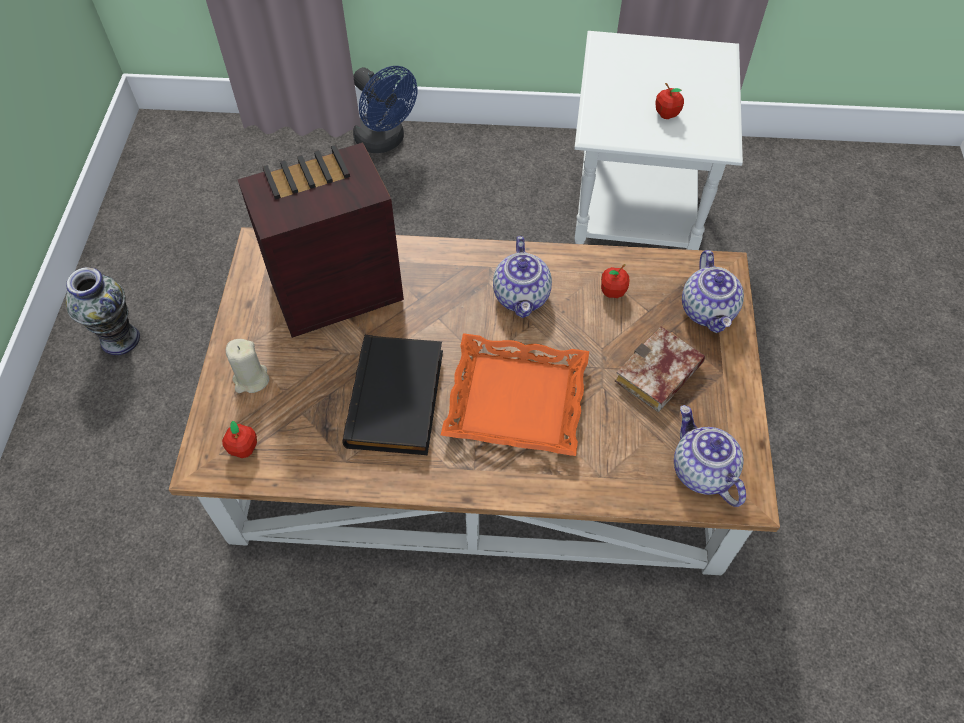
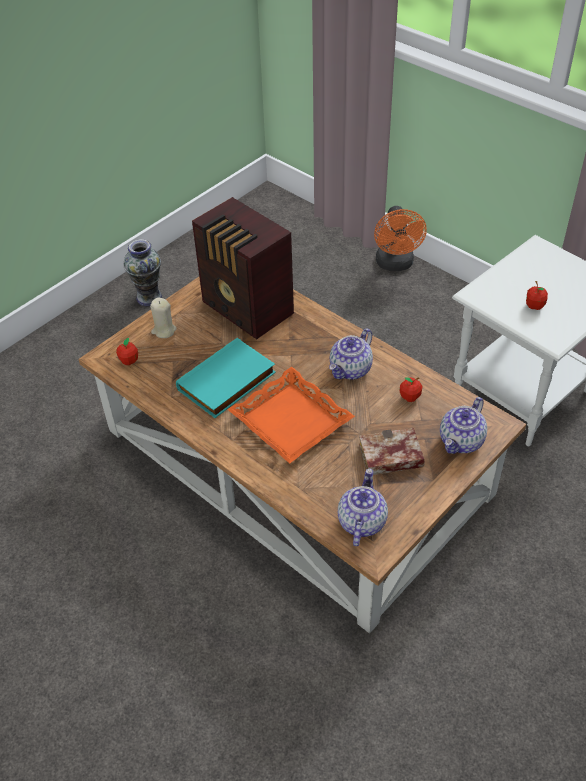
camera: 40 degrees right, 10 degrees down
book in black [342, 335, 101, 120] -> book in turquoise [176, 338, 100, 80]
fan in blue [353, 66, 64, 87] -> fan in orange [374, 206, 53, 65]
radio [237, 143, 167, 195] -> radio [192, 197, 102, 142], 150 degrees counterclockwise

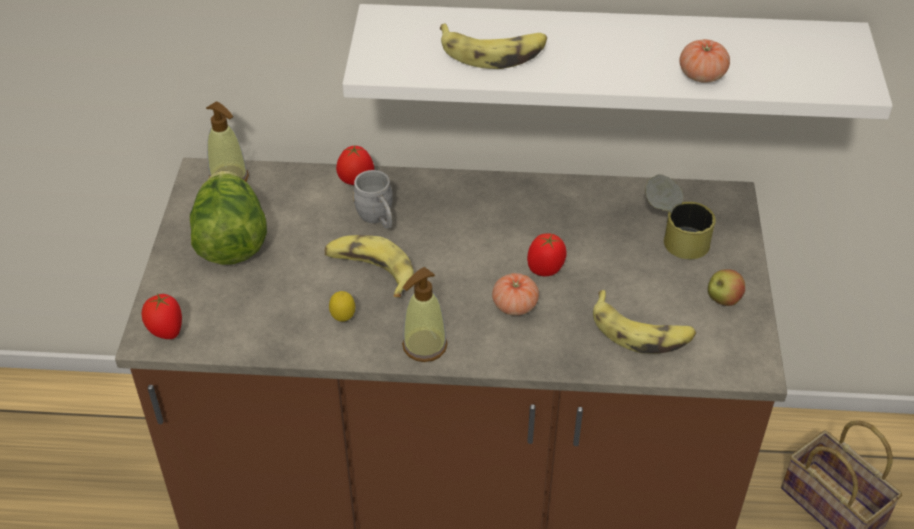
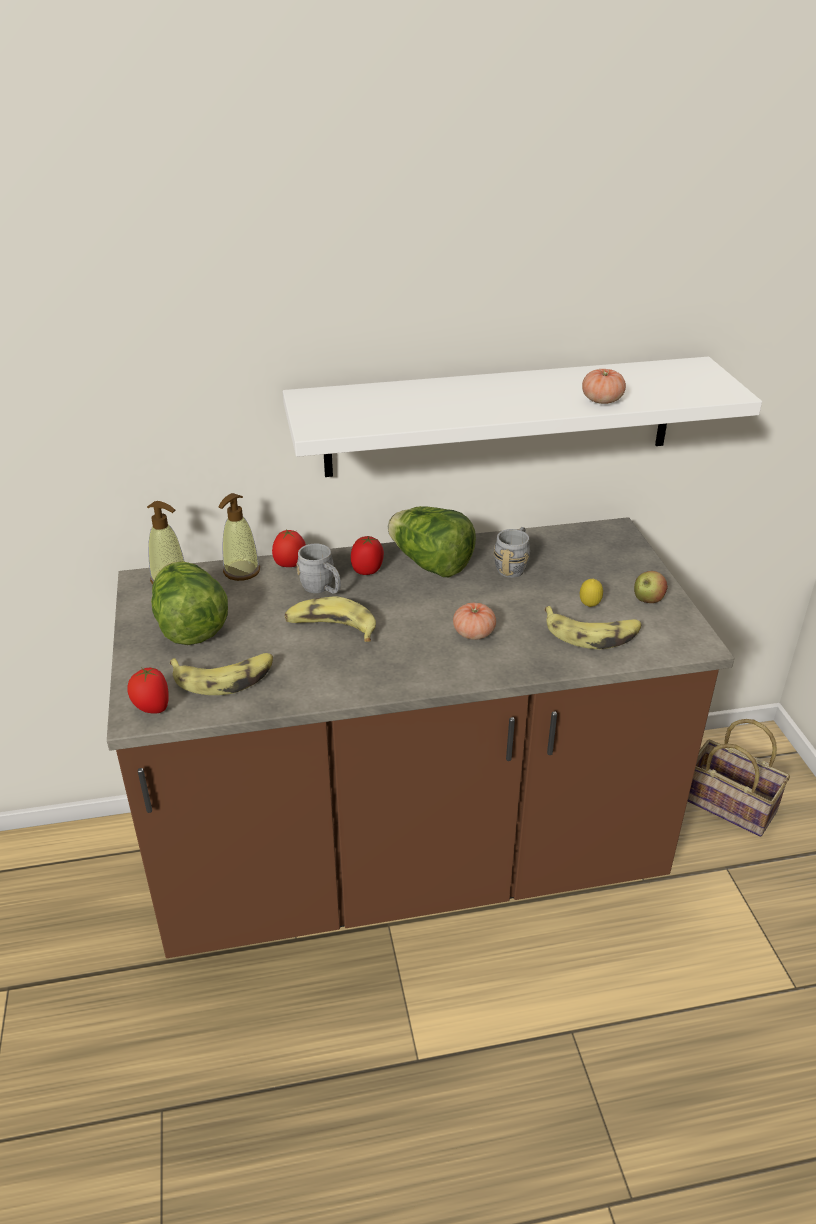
camera: 15 degrees left, 10 degrees down
can [645, 175, 71, 84] -> none
none -> lettuce [388, 506, 88, 71]
none -> mug in grey [494, 527, 36, 51]
lemon [329, 291, 26, 31] -> lemon [580, 579, 23, 28], relocated
soap dispenser [402, 267, 45, 95] -> soap dispenser [219, 493, 41, 88], relocated
banana [440, 24, 107, 45] -> banana [170, 653, 103, 42], relocated
tomato [527, 233, 40, 43] -> tomato [351, 536, 33, 39], relocated

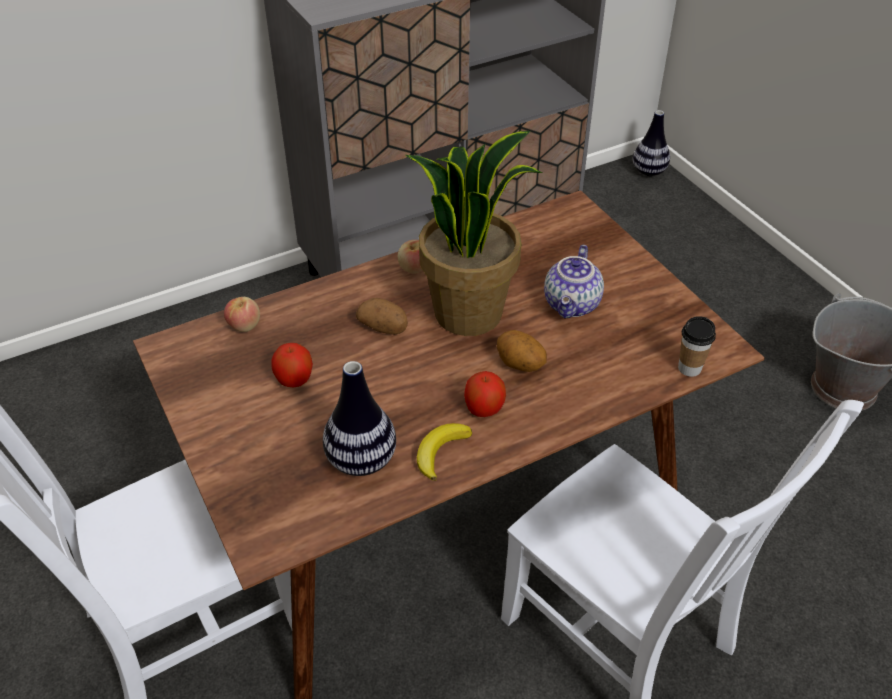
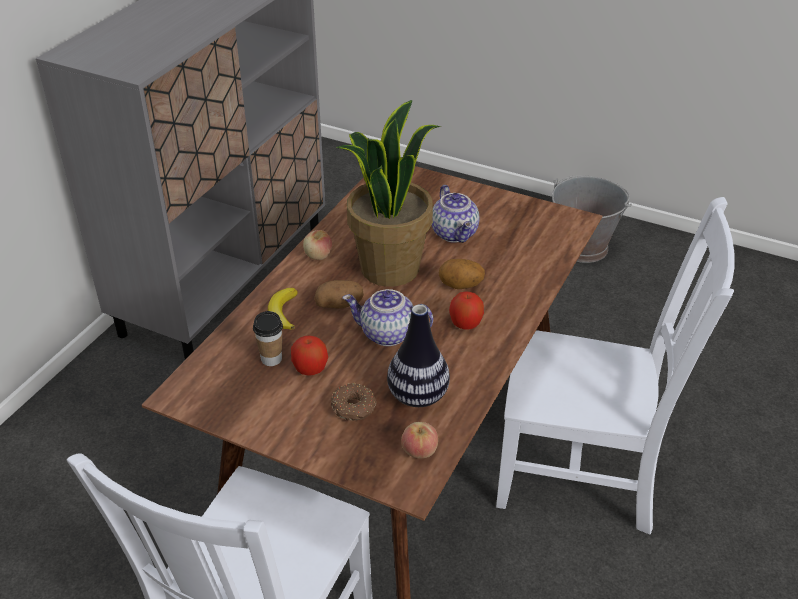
camera: 35 degrees left, 5 degrees down
vase [633, 110, 37, 66] -> none
none -> donut [331, 383, 46, 38]
none -> teapot [342, 289, 91, 57]
apple [224, 297, 36, 35] -> apple [401, 422, 37, 36], relocated
banana [417, 423, 55, 58] -> banana [268, 288, 29, 41], relocated
cup [678, 316, 38, 61] -> cup [253, 311, 30, 55], relocated

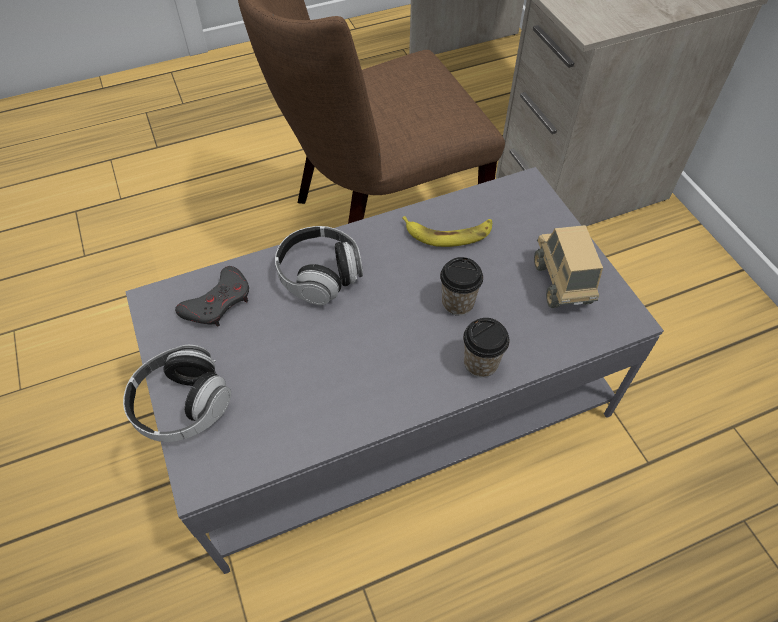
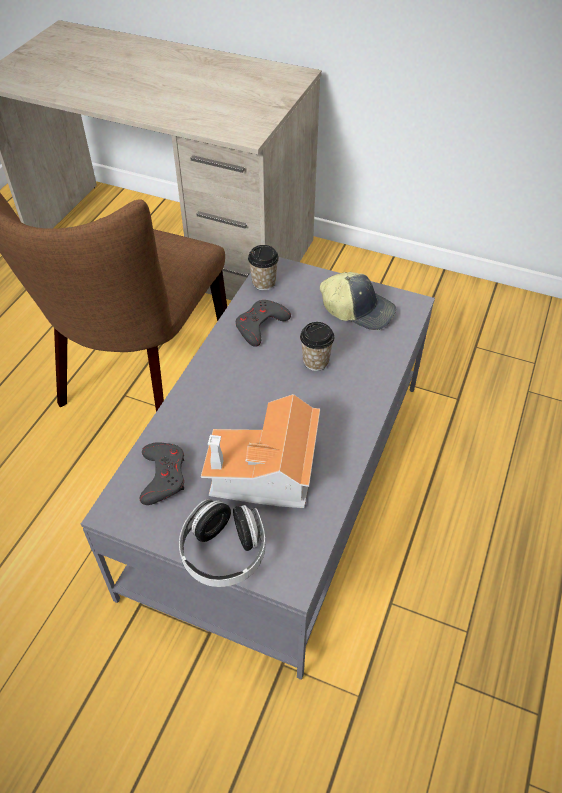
camera: 45 degrees left, 5 degrees down
headphones [275, 226, 88, 79] -> none
none -> toy house [201, 394, 119, 114]
cup [463, 318, 46, 60] -> cup [248, 245, 31, 46], relocated
banana [402, 216, 90, 31] -> game controller in grey [235, 300, 56, 47]
toy truck [534, 225, 69, 83] -> cap [320, 272, 76, 58]

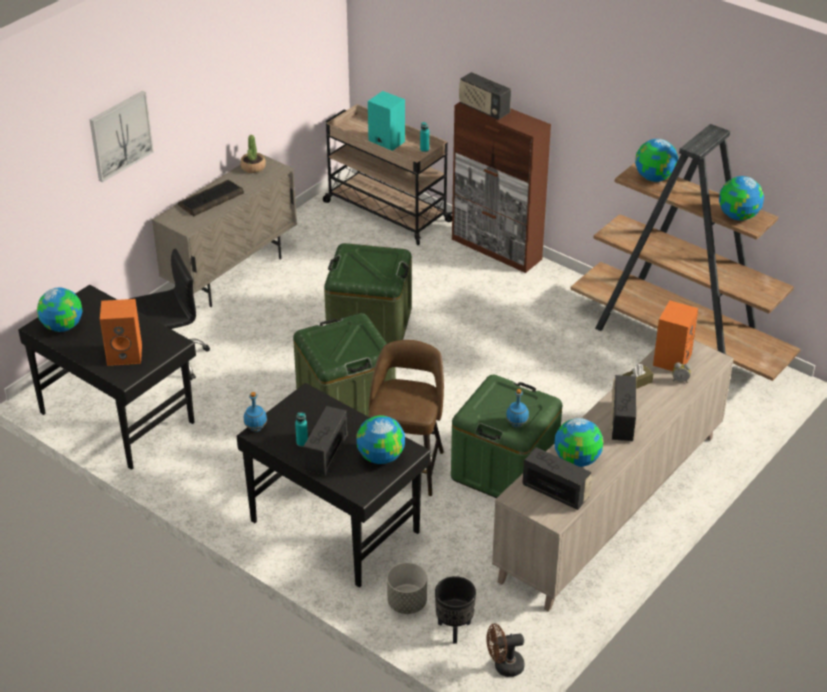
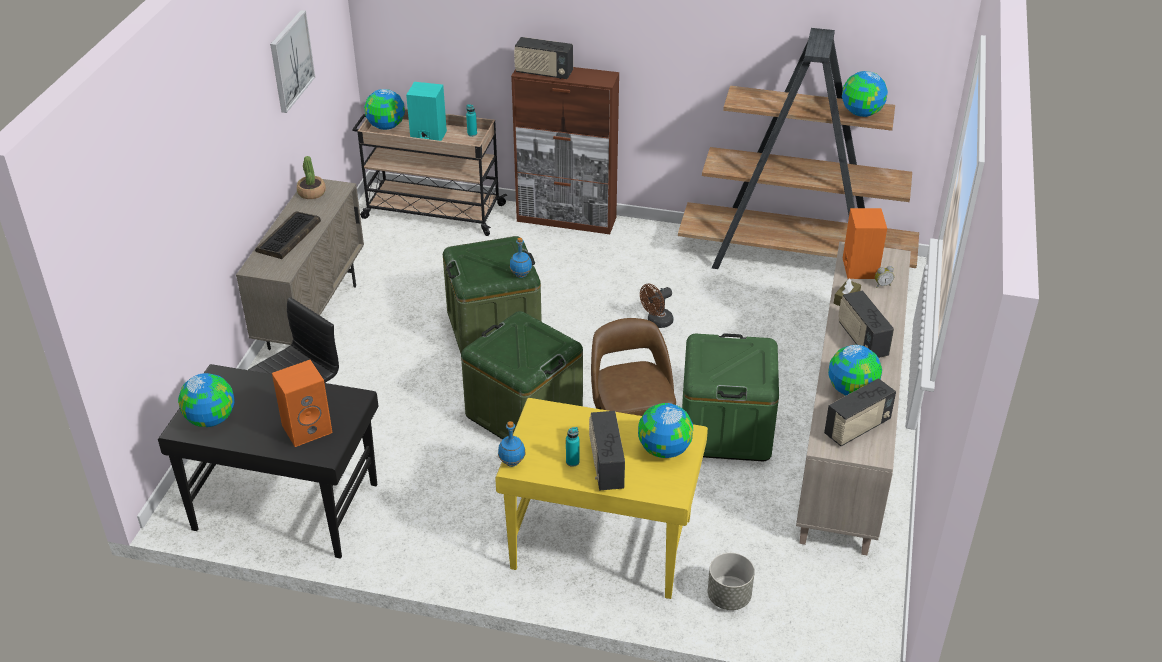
camera: 25 degrees left, 0 degrees up
planter in black [435, 576, 41, 67] -> none
picture [89, 91, 65, 91] -> picture [270, 10, 45, 103], relocated
fan in brown [486, 624, 38, 53] -> fan in brown [640, 284, 34, 44], relocated
bottle in blue [506, 389, 23, 39] -> bottle in blue [510, 238, 22, 40], relocated
globe [635, 139, 43, 43] -> globe [364, 89, 41, 41], relocated
desk in black [237, 383, 194, 205] -> desk in yellow [495, 398, 213, 201]
radio [523, 447, 69, 63] -> radio [824, 378, 72, 68], 135 degrees clockwise

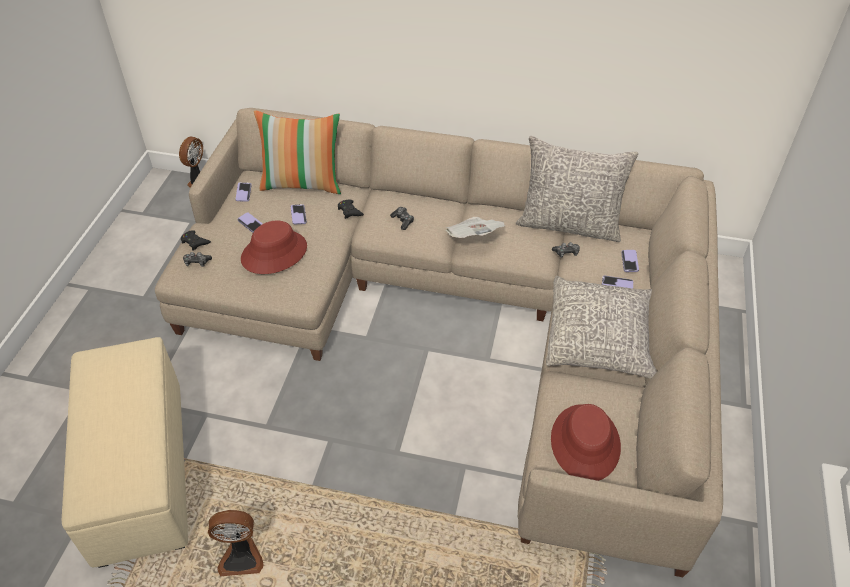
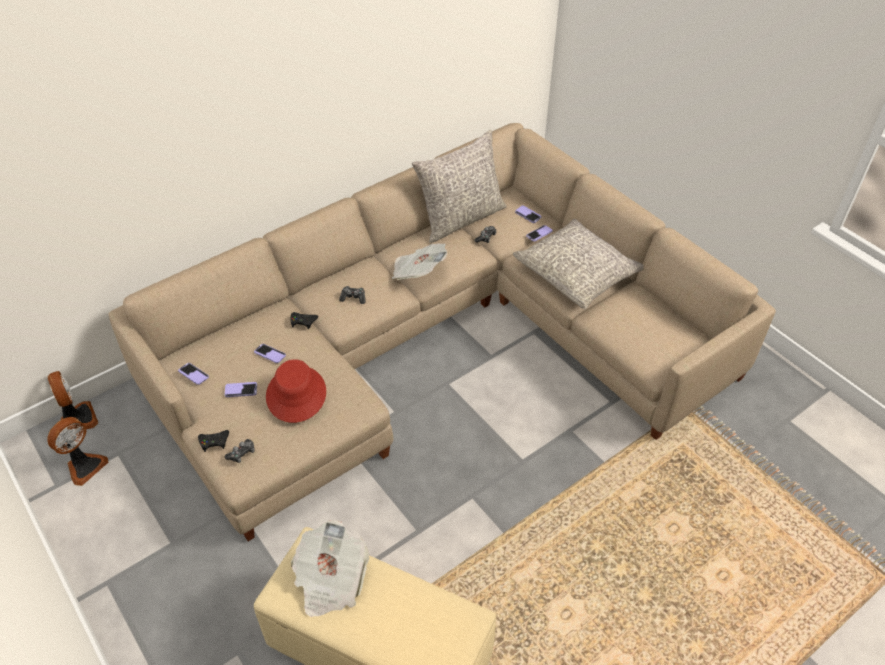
camera: 50 degrees left, 0 degrees up
pillow [254, 110, 87, 84] -> none
hat in red [551, 404, 70, 77] -> none
none -> newspaper [291, 520, 78, 97]
fan [208, 510, 56, 66] -> fan [47, 417, 61, 69], relocated

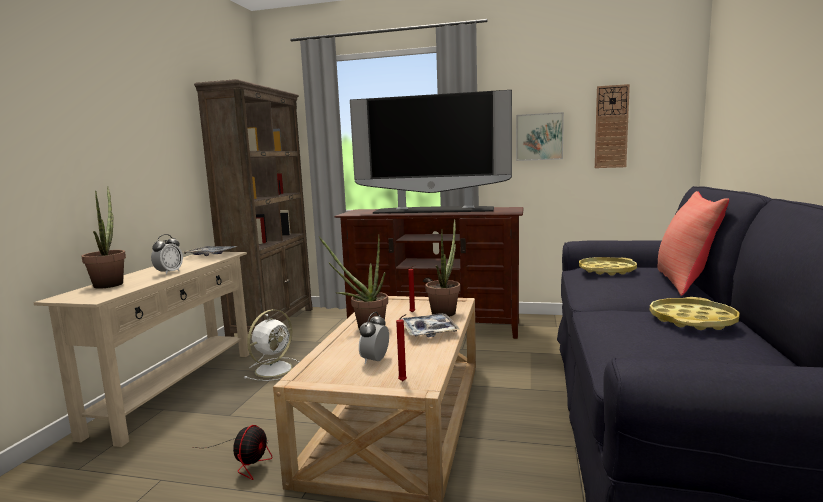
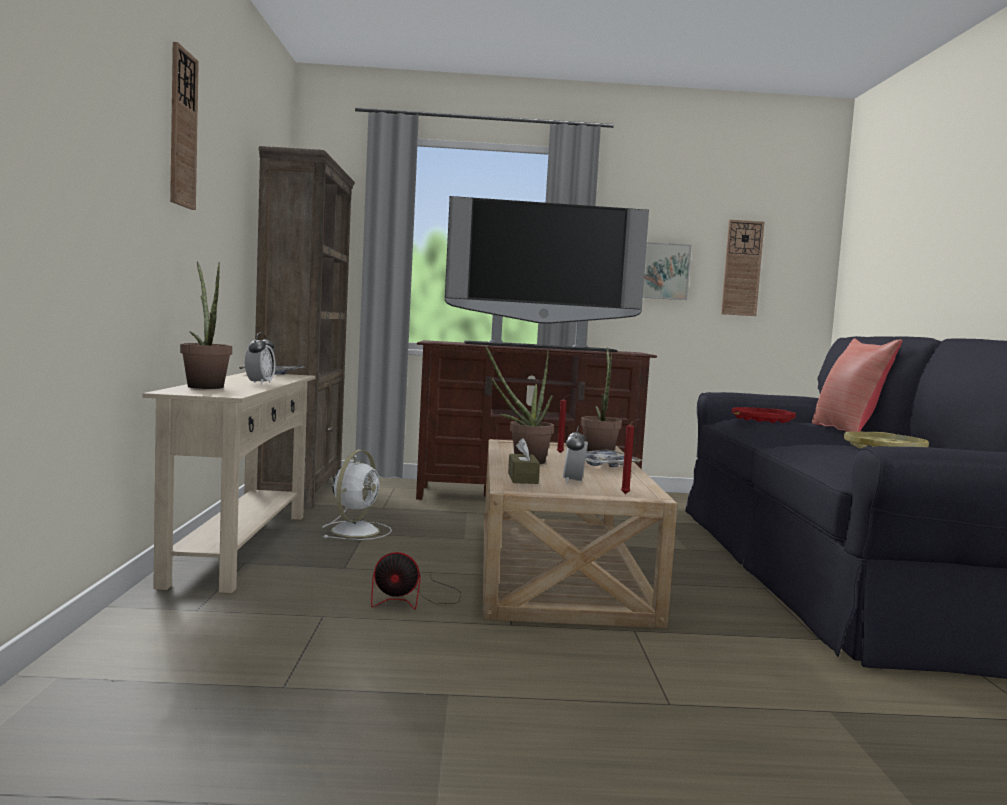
camera: 15 degrees left, 5 degrees down
none -> wall clock [170, 42, 29, 168]
none -> tissue box in brown [508, 438, 32, 46]
tray in yellow [579, 257, 58, 19] -> tray in red [732, 407, 64, 16]
fan [193, 425, 79, 55] -> fan [371, 552, 90, 58], 90 degrees clockwise

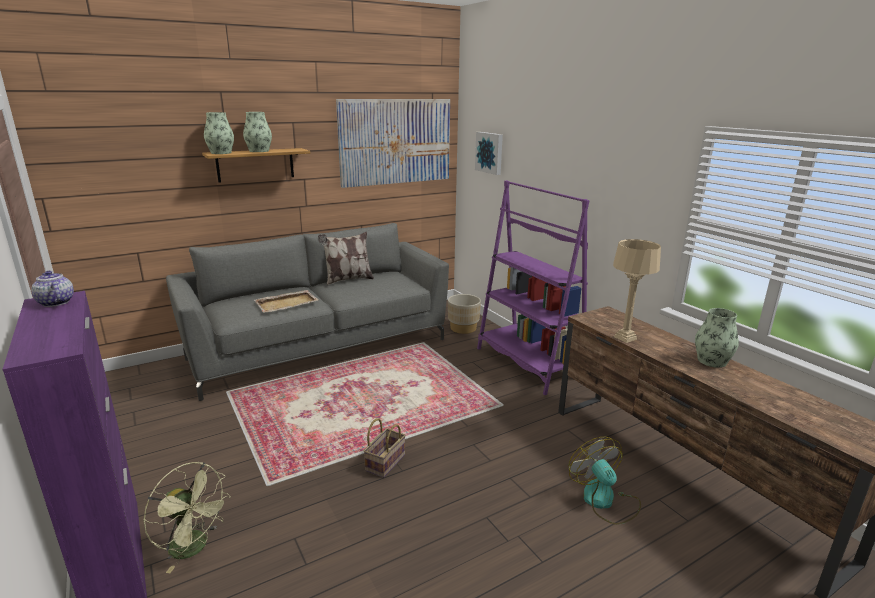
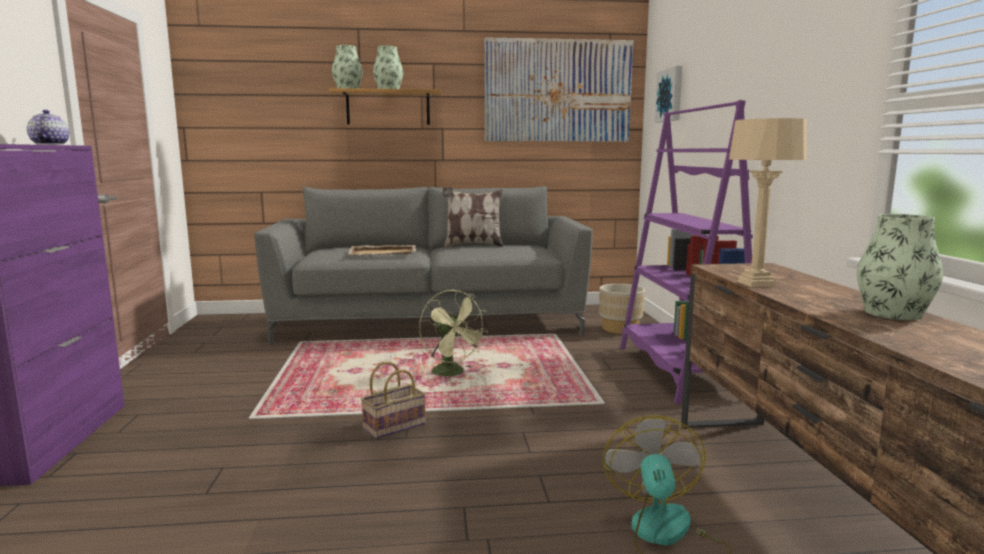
camera: 25 degrees right, 10 degrees down
fan in green [144, 462, 87, 111] -> fan in green [419, 290, 69, 90], relocated

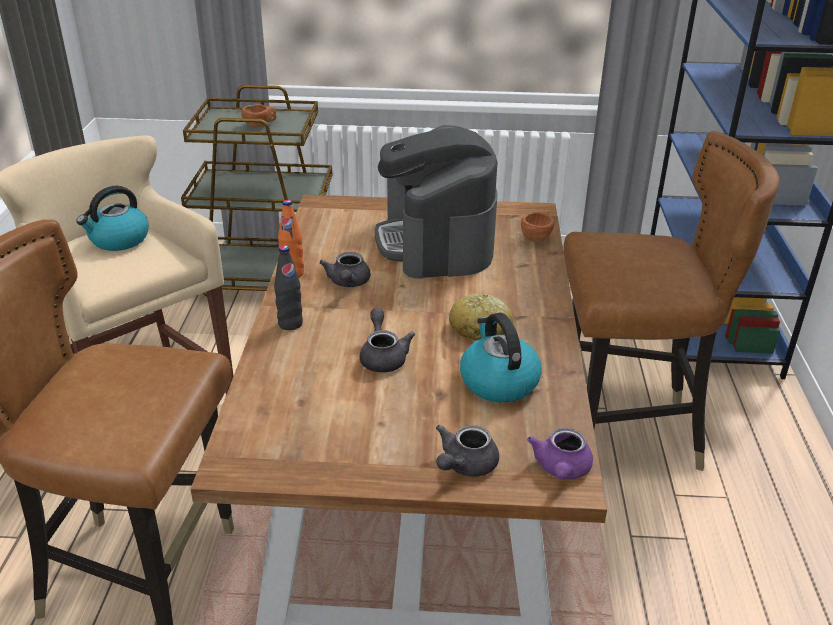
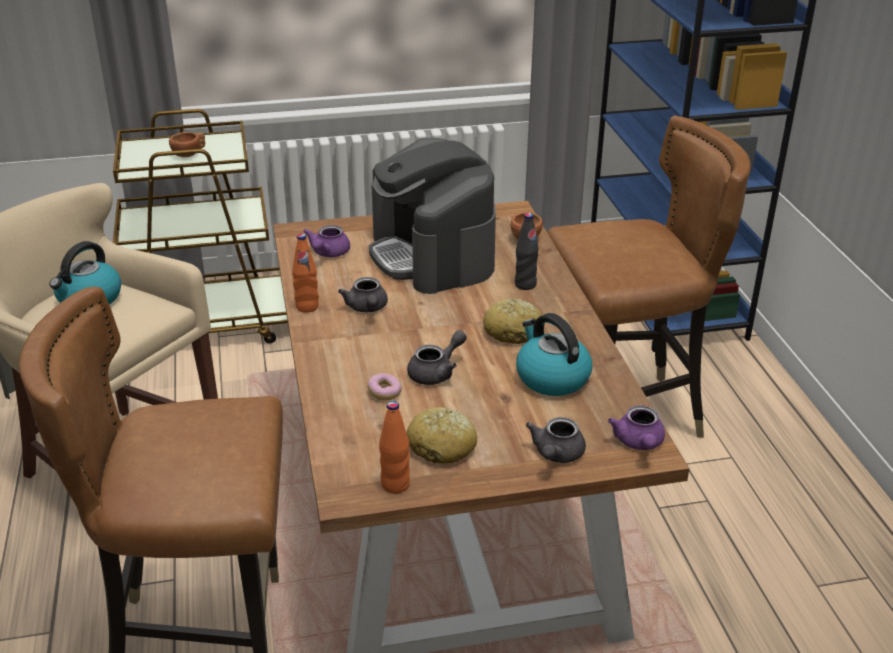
camera: 15 degrees left, 0 degrees up
none -> teapot in purple [303, 225, 47, 32]
none -> donut [367, 373, 35, 28]
none -> bottle in orange [379, 401, 31, 93]
none -> bread [406, 407, 71, 56]
bottle in black [274, 245, 29, 85] -> bottle in black [515, 213, 24, 77], relocated
teapot in grey [360, 308, 55, 65] -> teapot in grey [407, 330, 60, 55], 75 degrees clockwise

